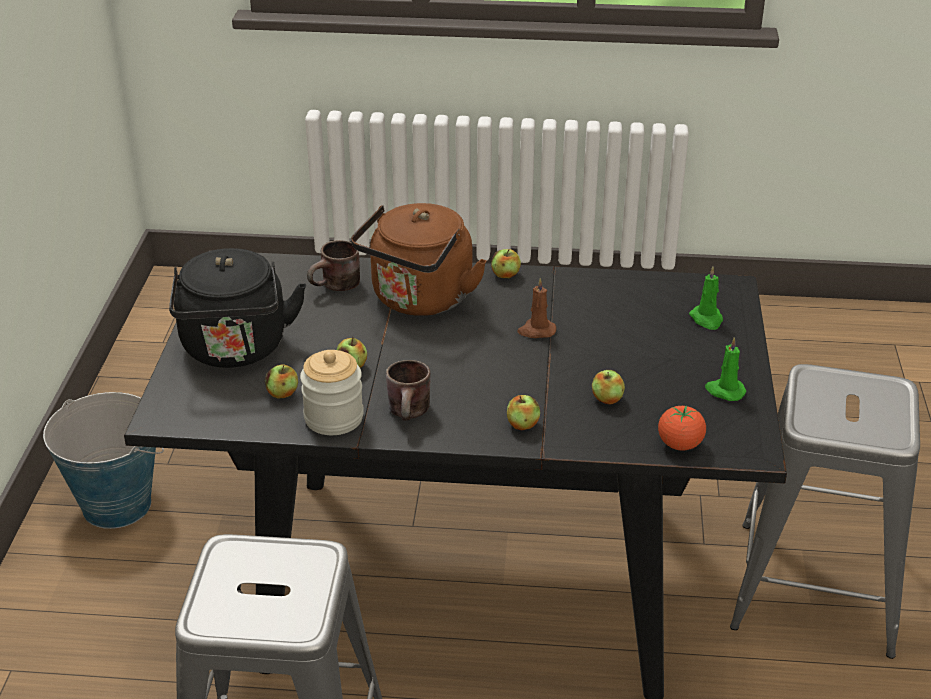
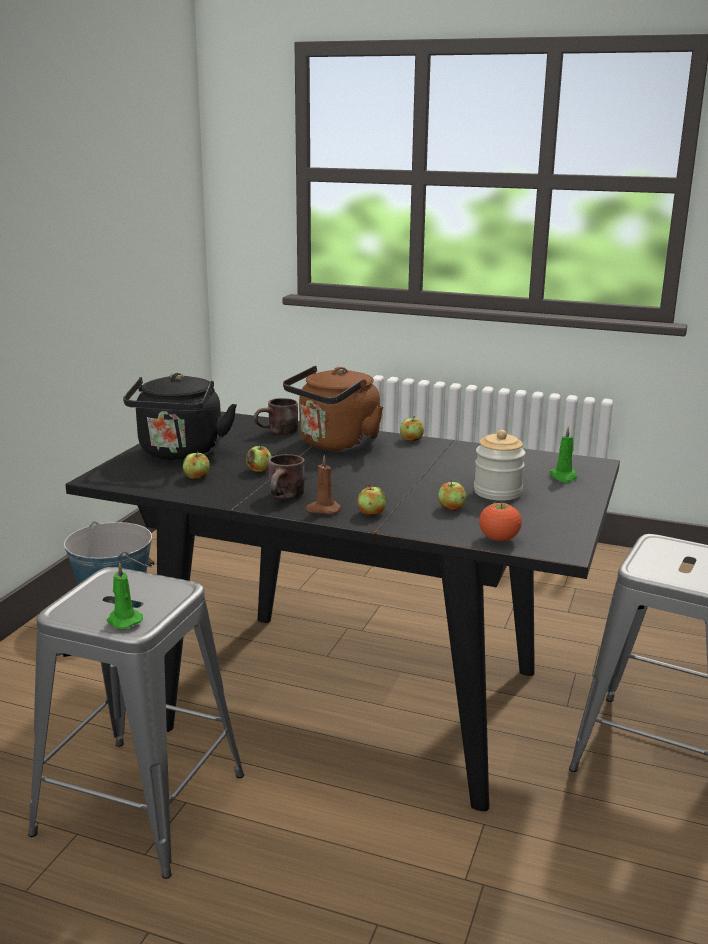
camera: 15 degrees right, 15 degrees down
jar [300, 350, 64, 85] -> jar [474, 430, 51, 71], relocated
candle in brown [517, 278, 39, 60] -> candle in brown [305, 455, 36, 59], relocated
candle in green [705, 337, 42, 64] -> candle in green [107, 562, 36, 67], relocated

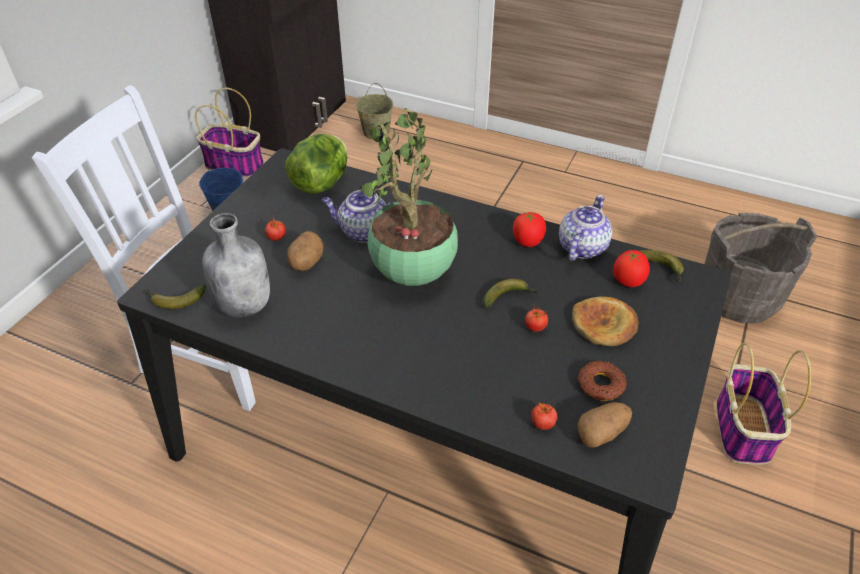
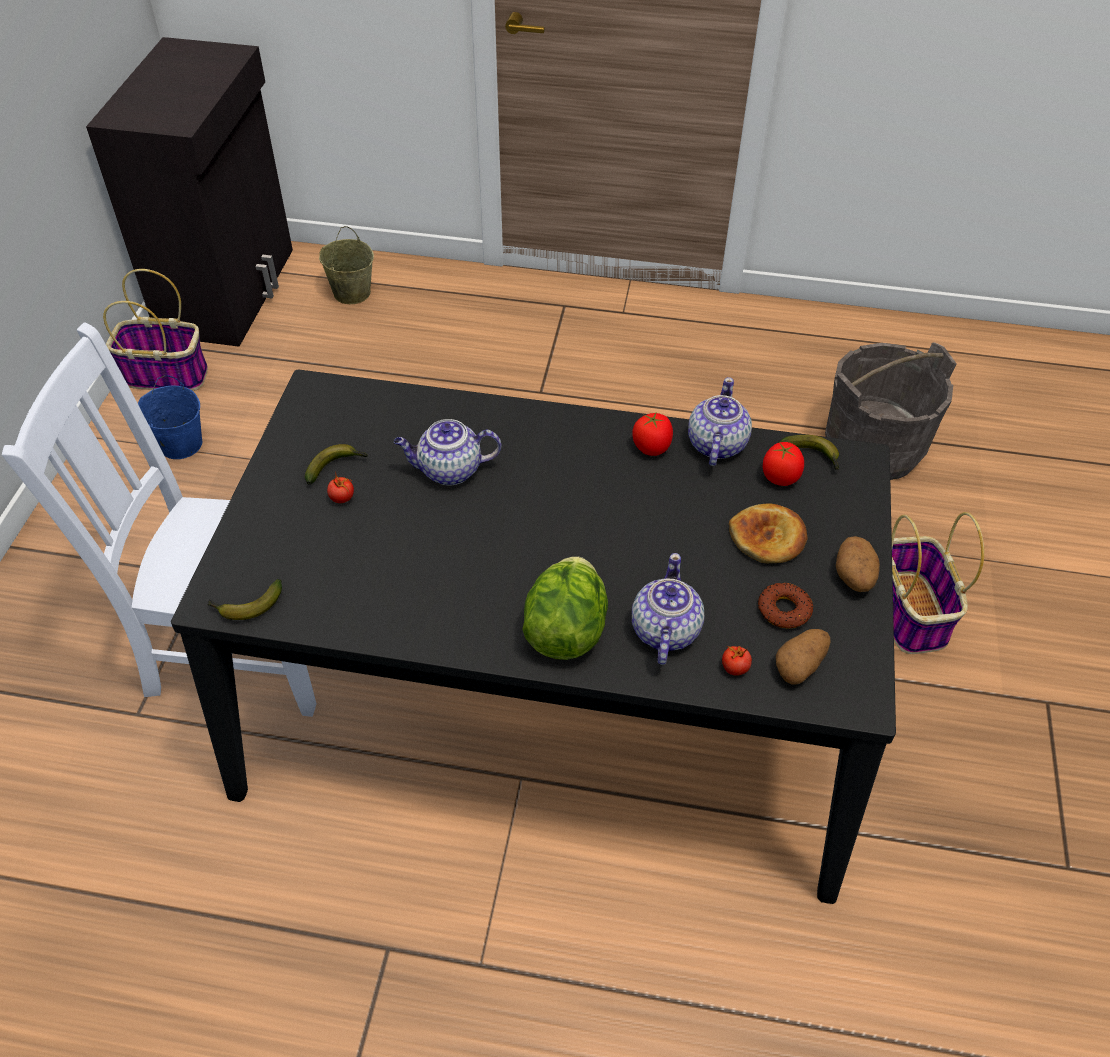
camera: 15 degrees left, 5 degrees up
bottle in grey [202, 213, 68, 105] -> none
potted plant [360, 108, 98, 178] -> none
tomato [525, 306, 23, 25] -> none
none -> teapot [632, 553, 72, 112]
lettuce [285, 134, 62, 60] -> lettuce [522, 556, 86, 104], relocated
potato [288, 231, 35, 40] -> potato [836, 536, 44, 56], relocated
banana [483, 279, 56, 30] -> banana [305, 444, 63, 41], relocated

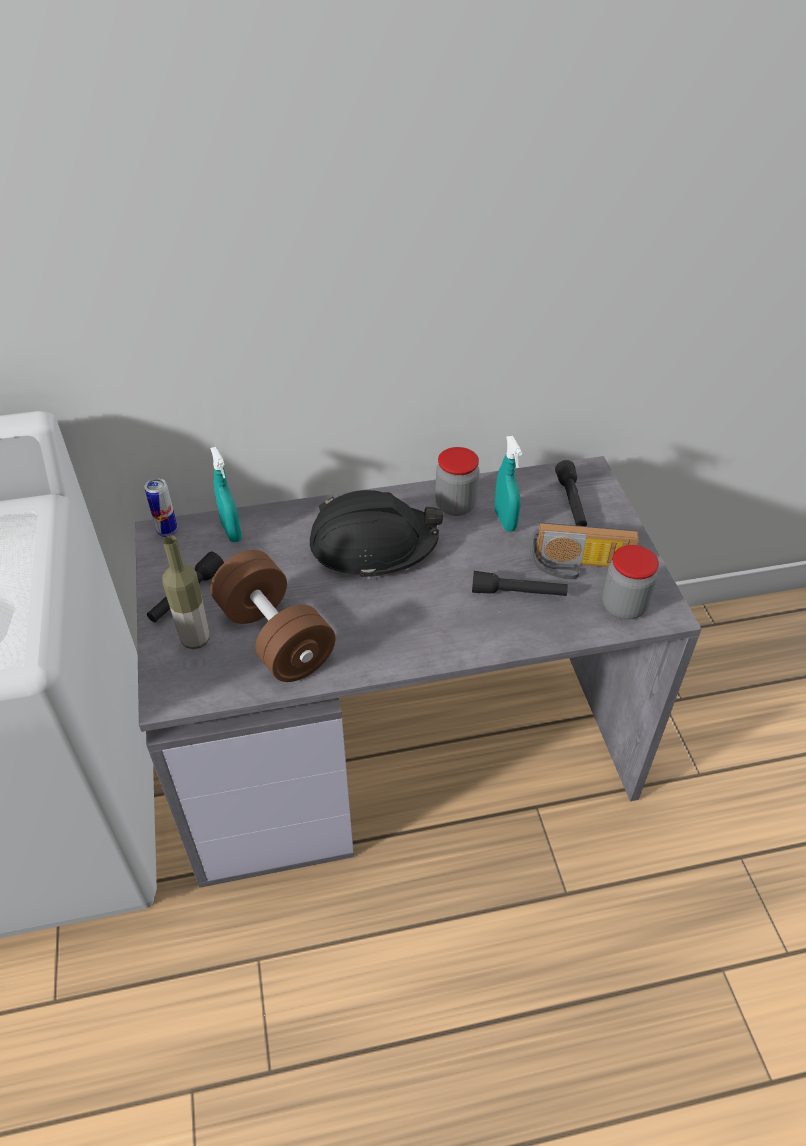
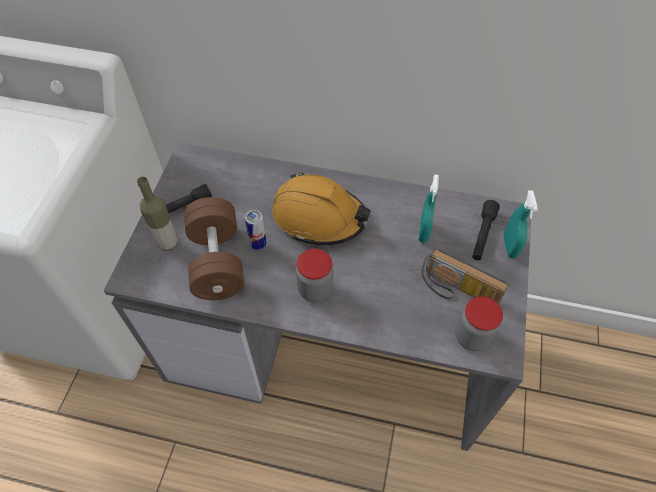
camera: 25 degrees right, 10 degrees up
flashlight in black [472, 571, 96, 25] -> none
can [144, 478, 34, 59] -> can [245, 210, 22, 41], relocated
spray bottle in turquoise [210, 447, 32, 95] -> spray bottle in turquoise [504, 190, 34, 69], relocated
jar [435, 447, 45, 69] -> jar [296, 249, 37, 53], relocated
hard hat in black [310, 490, 133, 89] -> hard hat in orange [272, 172, 99, 73]

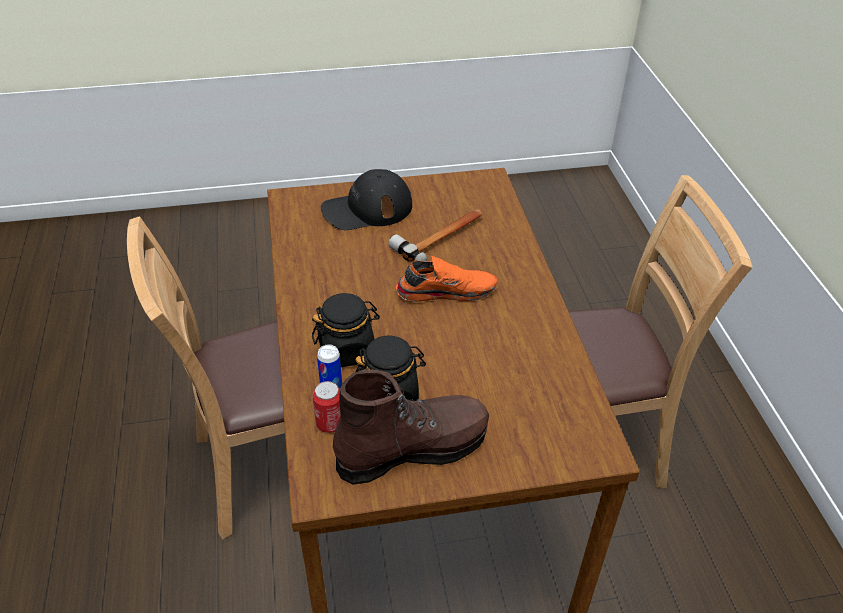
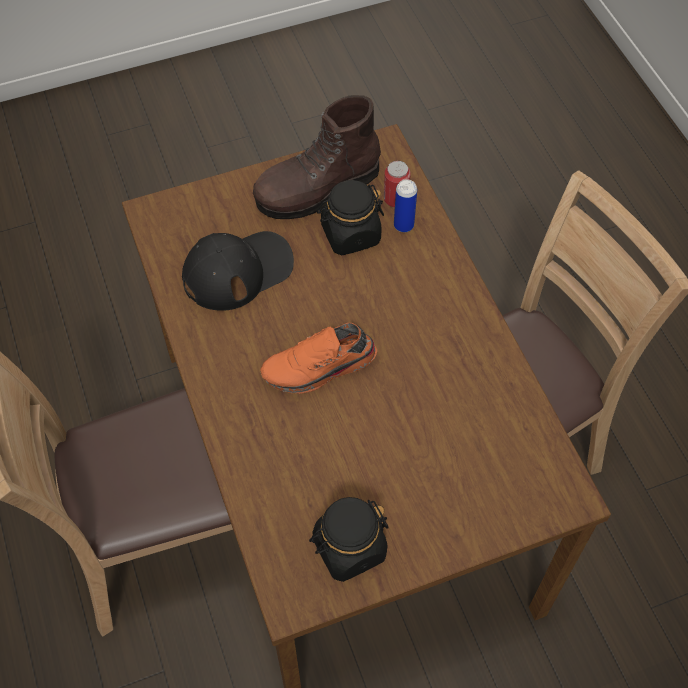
camera: 170 degrees right, 15 degrees up
hammer [388, 209, 95, 52] -> none
jar in black [312, 293, 68, 74] -> jar in black [309, 497, 80, 85], relocated
cap in black [321, 169, 91, 61] -> cap in black [182, 231, 112, 80], relocated

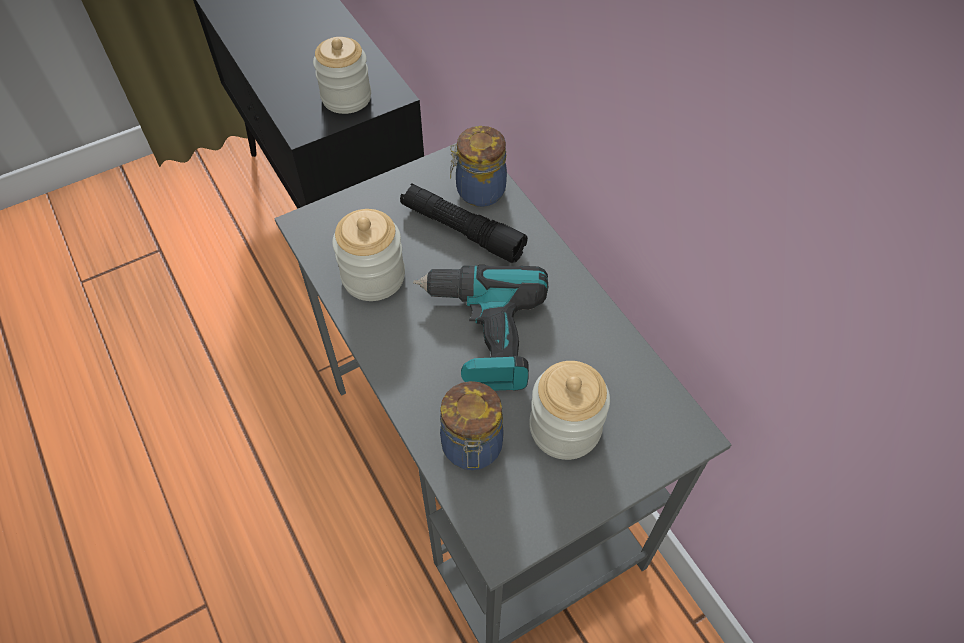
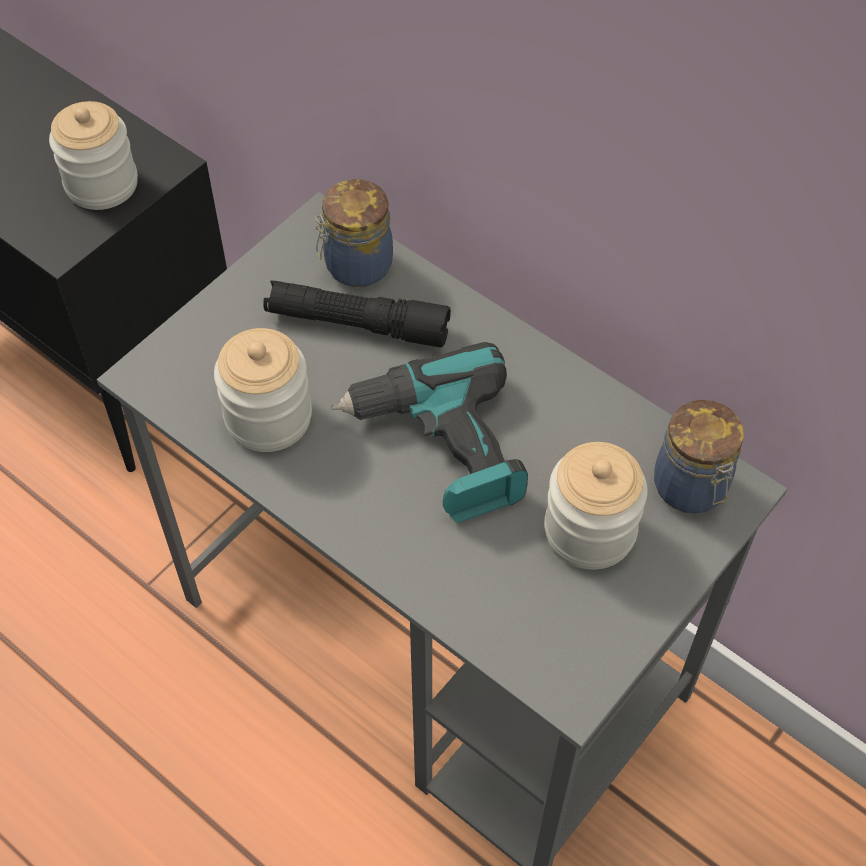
camera: 20 degrees left, 0 degrees up
jar [440, 381, 64, 89] -> jar [654, 400, 90, 114], relocated

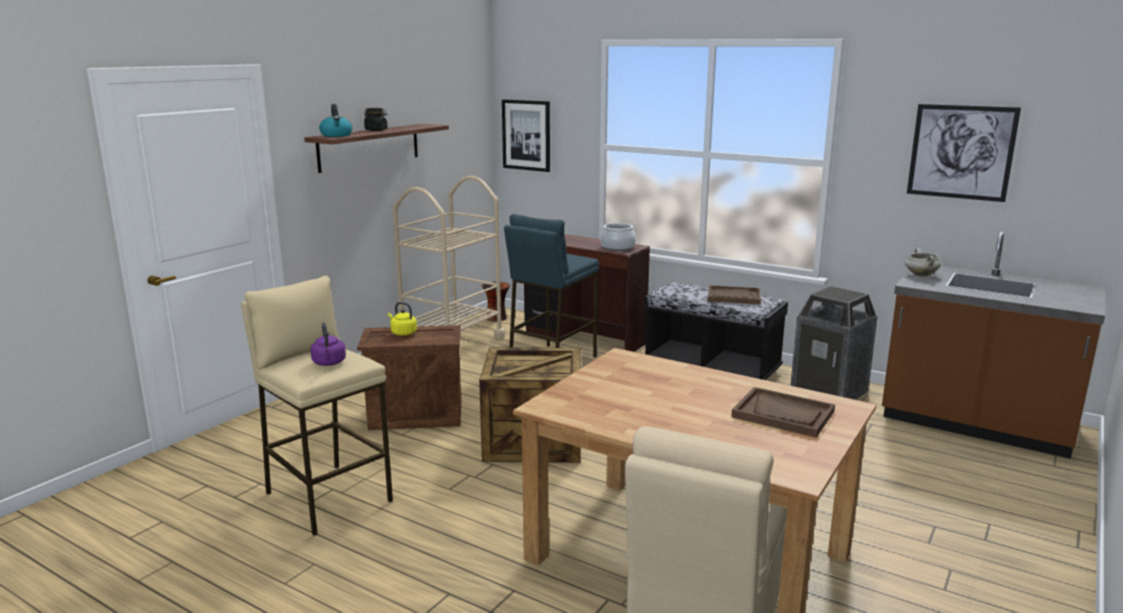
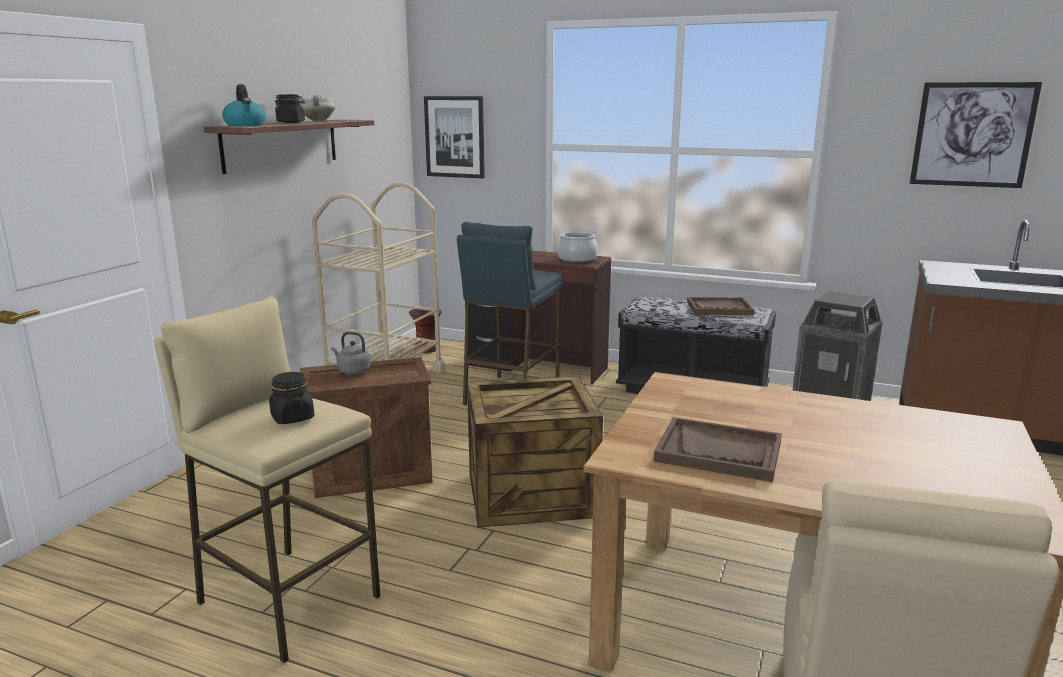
camera: 10 degrees left, 0 degrees up
tray in brown [731, 387, 104, 51] -> tray in brown [654, 417, 128, 65], relocated
cooking pot in white [905, 248, 36, 29] -> cooking pot in white [300, 94, 35, 27], relocated
kettle in purple [311, 322, 35, 44] -> jar in black [269, 372, 45, 52]
kettle in yellow [388, 302, 29, 34] -> kettle in grey [331, 332, 40, 42]

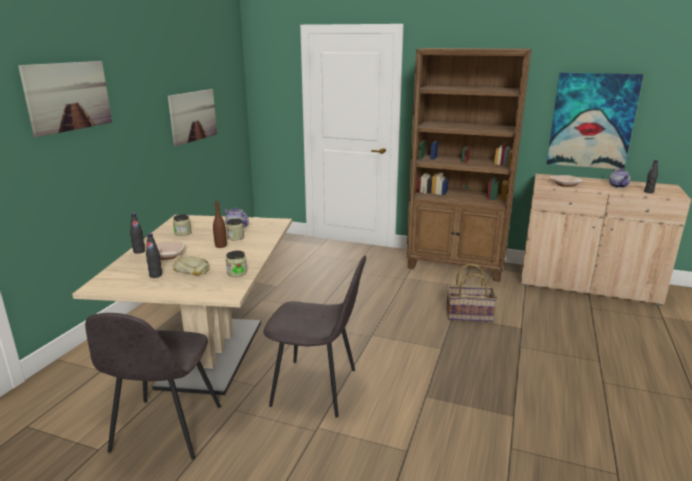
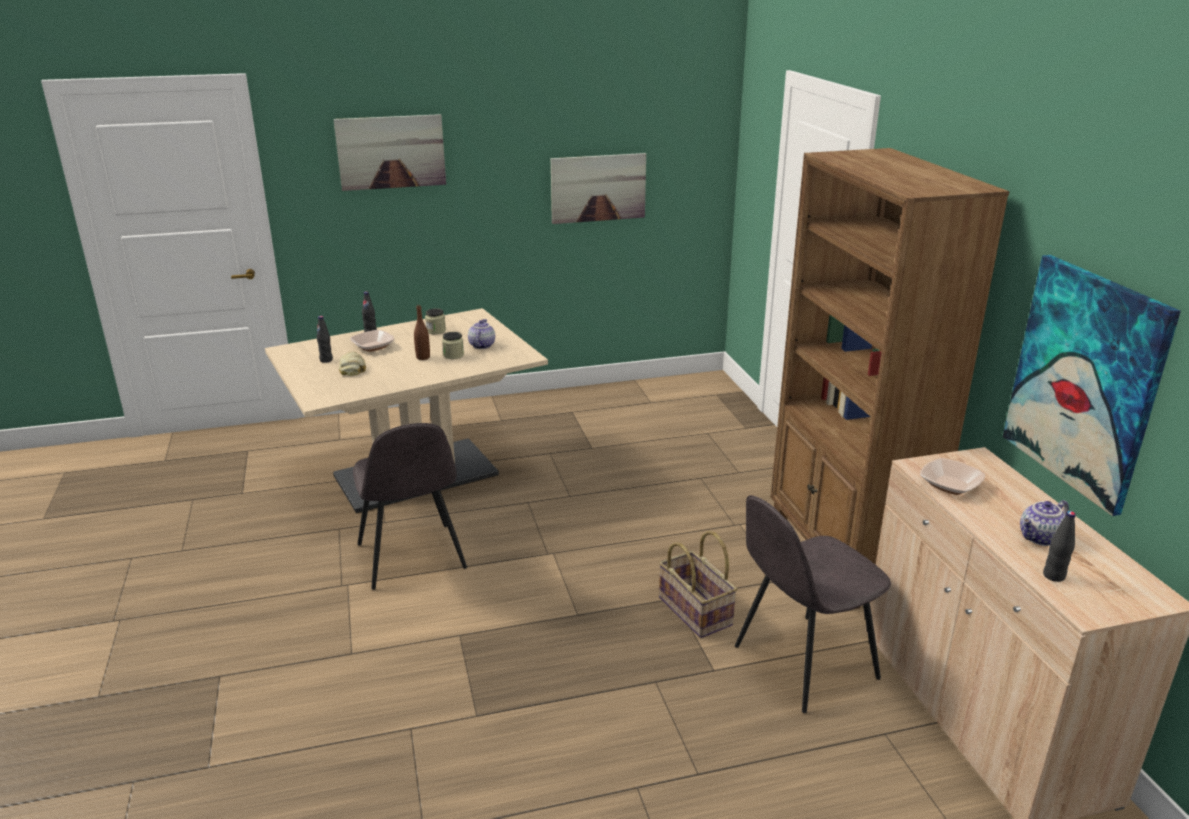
camera: 55 degrees right, 5 degrees up
jar [226, 250, 21, 27] -> none
chair in grey [85, 313, 136, 147] -> chair in grey [735, 495, 156, 218], relocated

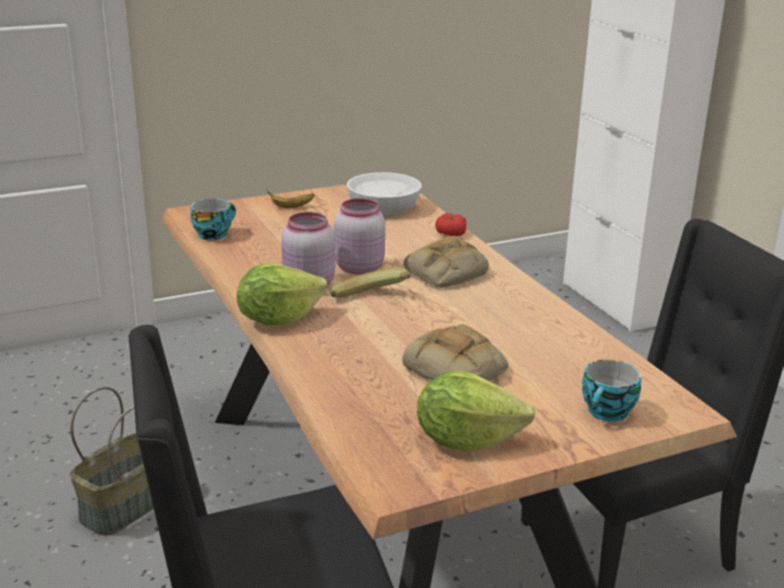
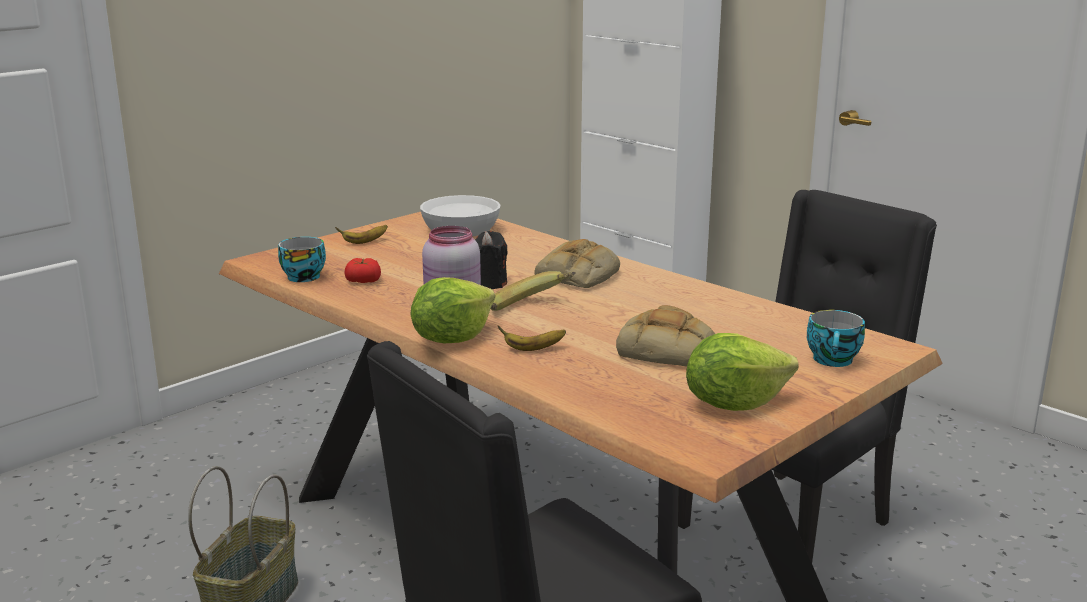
camera: 20 degrees left, 5 degrees down
none -> banana [498, 326, 68, 25]
tomato [435, 213, 32, 23] -> tomato [345, 258, 36, 25], relocated
jar in pink [334, 198, 51, 77] -> candle in black [475, 231, 32, 58]

